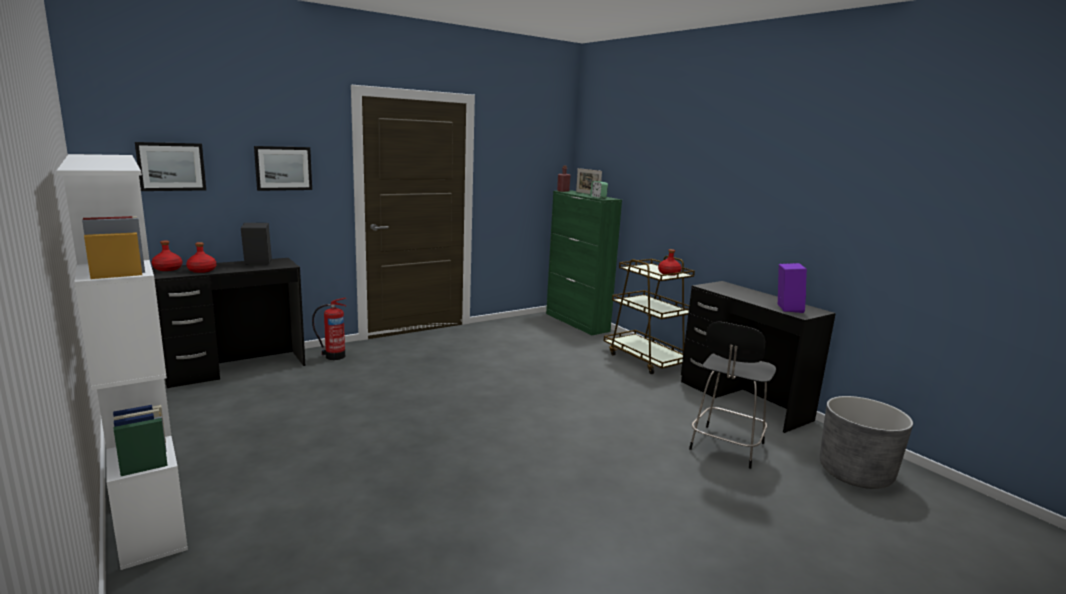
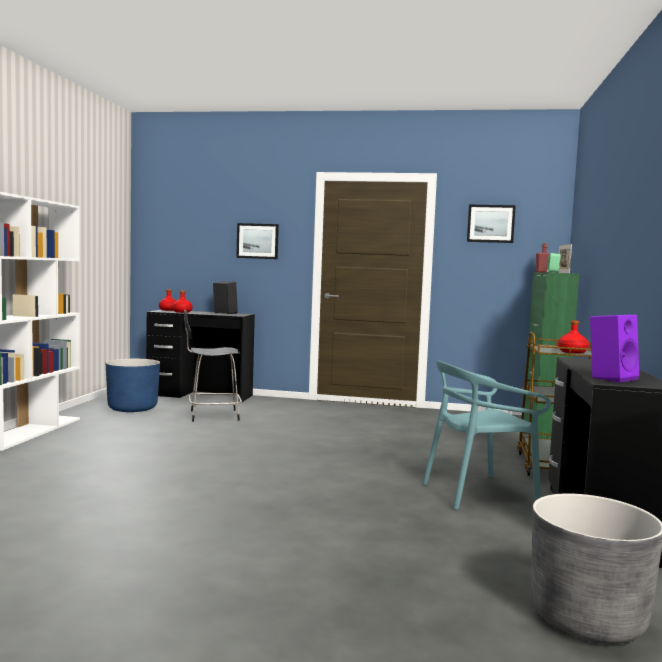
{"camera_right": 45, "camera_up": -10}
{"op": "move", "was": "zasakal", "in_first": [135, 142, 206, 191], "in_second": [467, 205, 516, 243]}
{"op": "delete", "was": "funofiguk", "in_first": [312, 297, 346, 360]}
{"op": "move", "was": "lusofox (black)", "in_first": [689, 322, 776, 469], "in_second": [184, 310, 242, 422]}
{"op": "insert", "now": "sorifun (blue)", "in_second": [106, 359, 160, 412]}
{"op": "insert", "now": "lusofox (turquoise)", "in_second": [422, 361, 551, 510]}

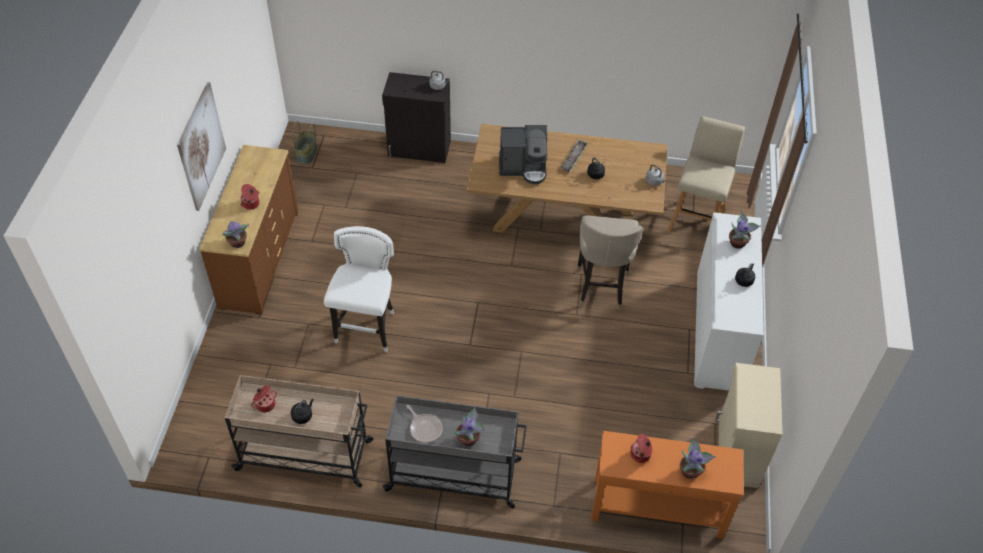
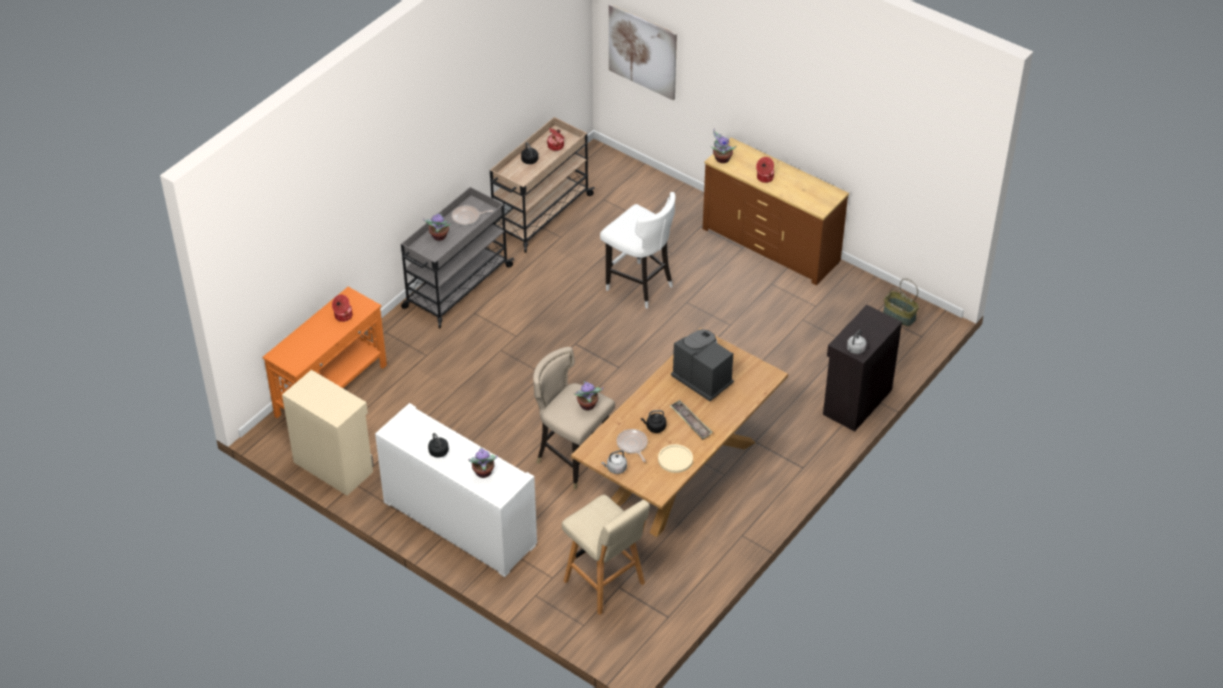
{"camera_right": 120, "camera_up": -5}
{"op": "move", "was": "zasakal", "in_first": [177, 82, 226, 211], "in_second": [609, 4, 677, 100]}
{"op": "rotate", "was": "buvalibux", "in_first": [499, 125, 547, 184], "in_second": [671, 329, 734, 401], "clockwise": 105}
{"op": "move", "was": "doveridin", "in_first": [680, 437, 716, 479], "in_second": [574, 381, 603, 411]}
{"op": "insert", "now": "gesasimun", "in_second": [617, 429, 648, 462]}
{"op": "insert", "now": "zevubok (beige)", "in_second": [658, 444, 693, 473]}

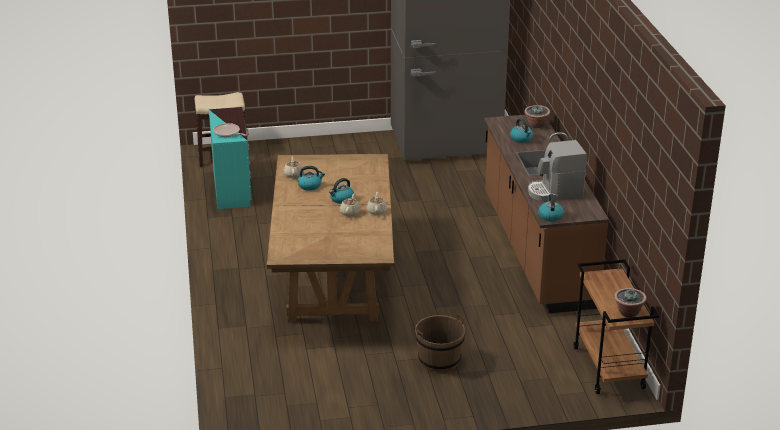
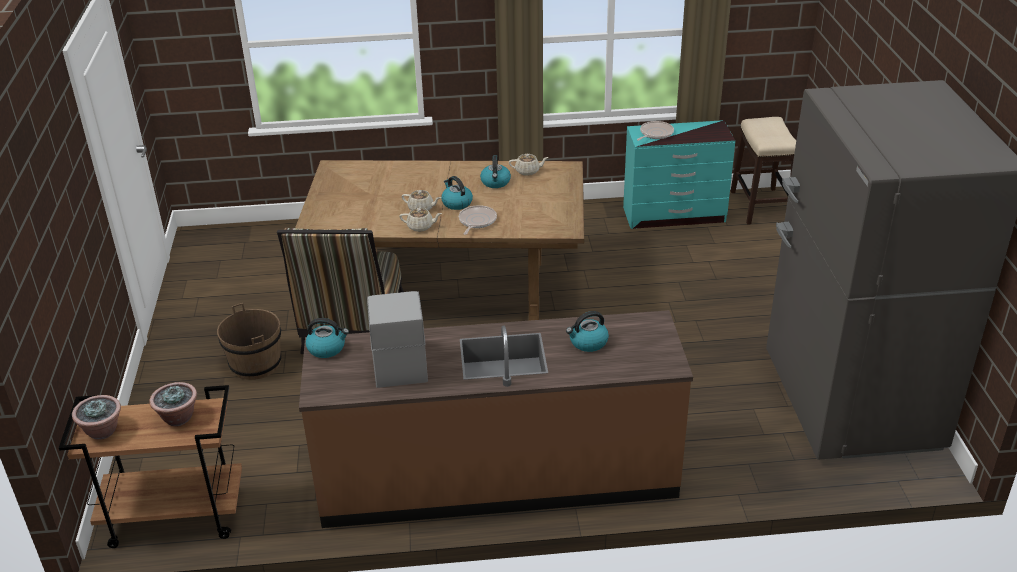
{"camera_right": 95, "camera_up": 5}
{"op": "move", "was": "doveridin", "in_first": [524, 105, 550, 128], "in_second": [149, 382, 197, 426]}
{"op": "insert", "now": "lusofox", "in_second": [277, 228, 404, 354]}
{"op": "insert", "now": "gesasimun", "in_second": [459, 205, 497, 235]}

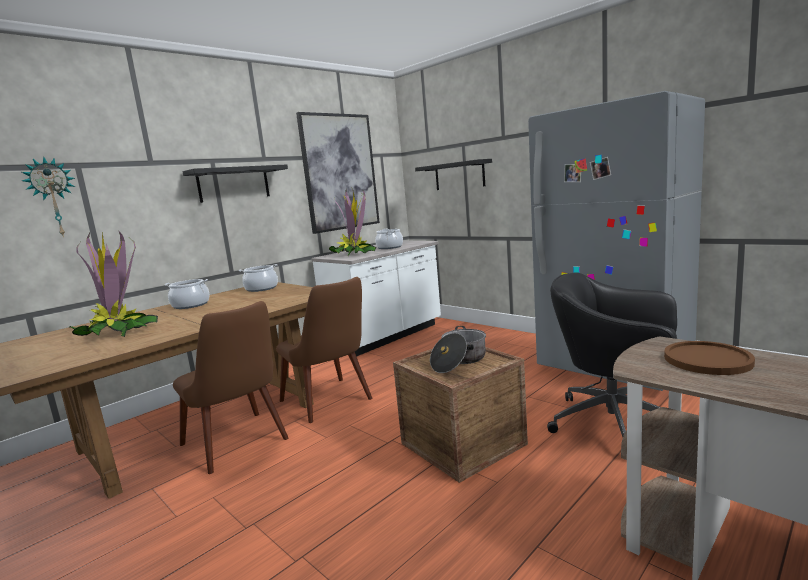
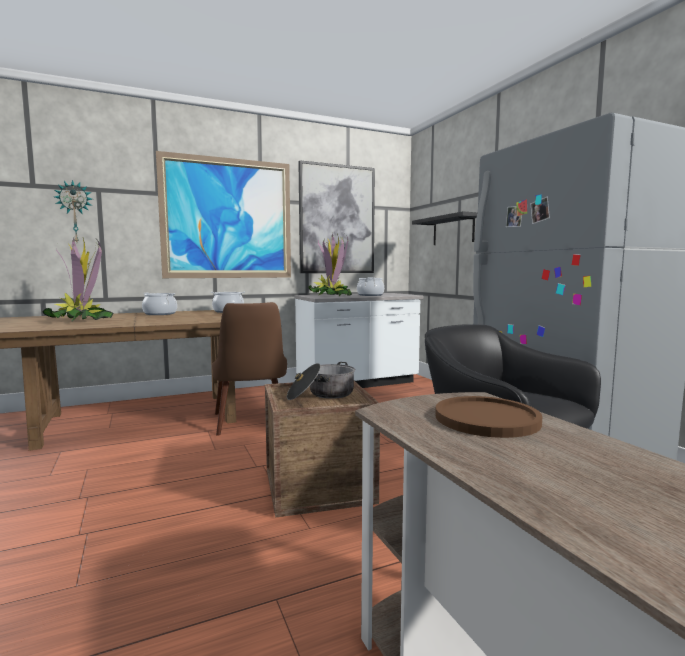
{"camera_right": 20, "camera_up": -5}
{"op": "delete", "was": "lusofox (brown)", "in_first": [173, 301, 289, 474]}
{"op": "replace", "was": "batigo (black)", "now": "zasakal", "in_first": [182, 164, 288, 203], "in_second": [156, 151, 291, 278]}

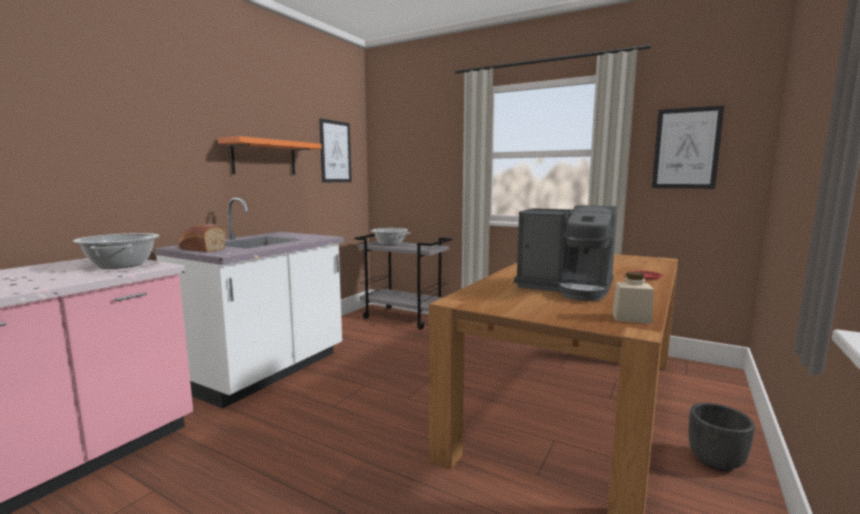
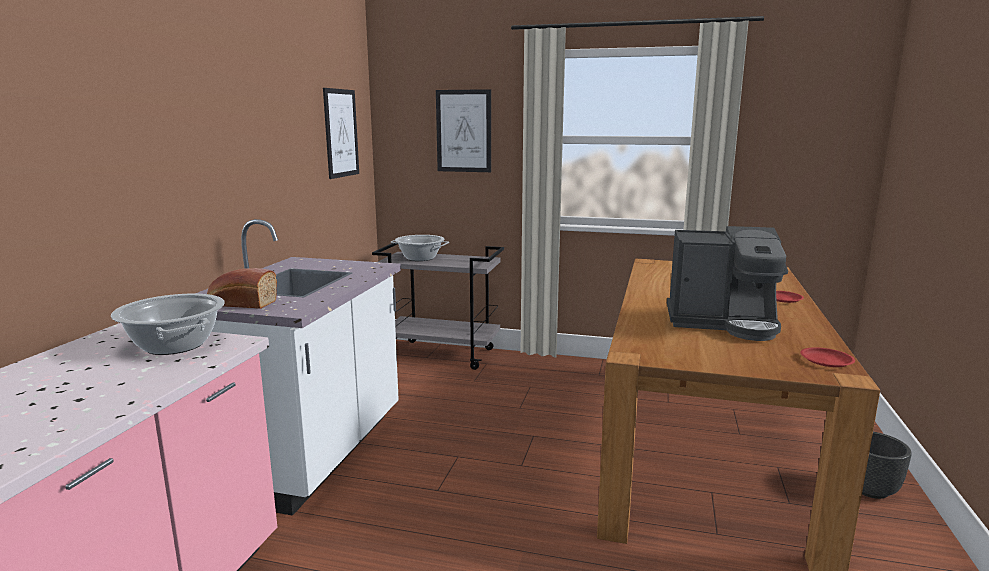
{"camera_right": -15, "camera_up": 5}
{"op": "delete", "was": "batigo (orange)", "in_first": [218, 136, 322, 175]}
{"op": "replace", "was": "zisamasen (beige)", "now": "zevubok (red)", "in_first": [612, 272, 654, 324], "in_second": [800, 347, 855, 367]}
{"op": "move", "was": "zasakal", "in_first": [652, 105, 724, 189], "in_second": [436, 89, 491, 172]}

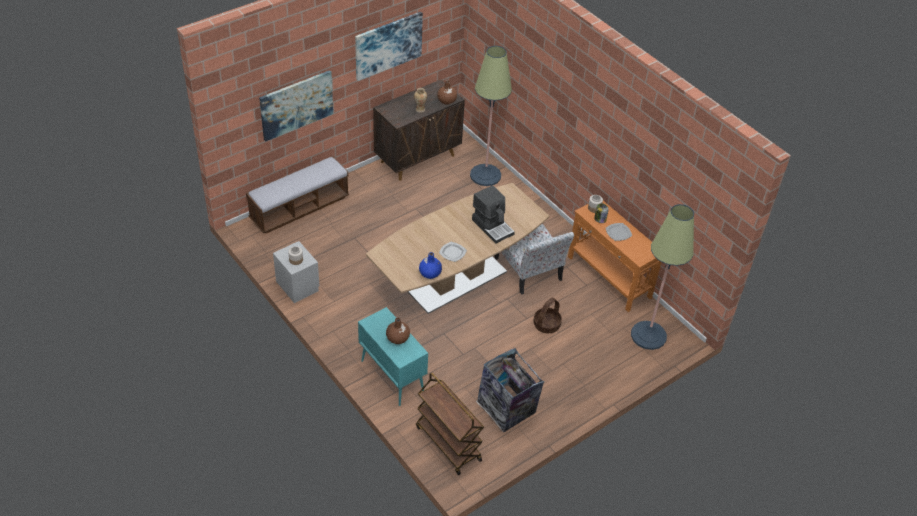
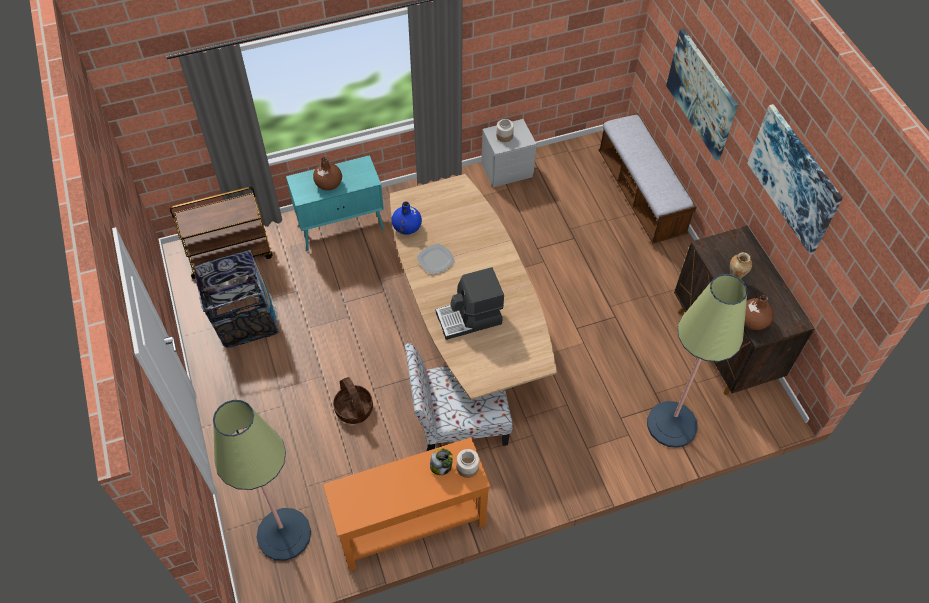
{"camera_right": 110, "camera_up": 10}
{"op": "delete", "was": "zevubok", "in_first": [606, 223, 632, 241]}

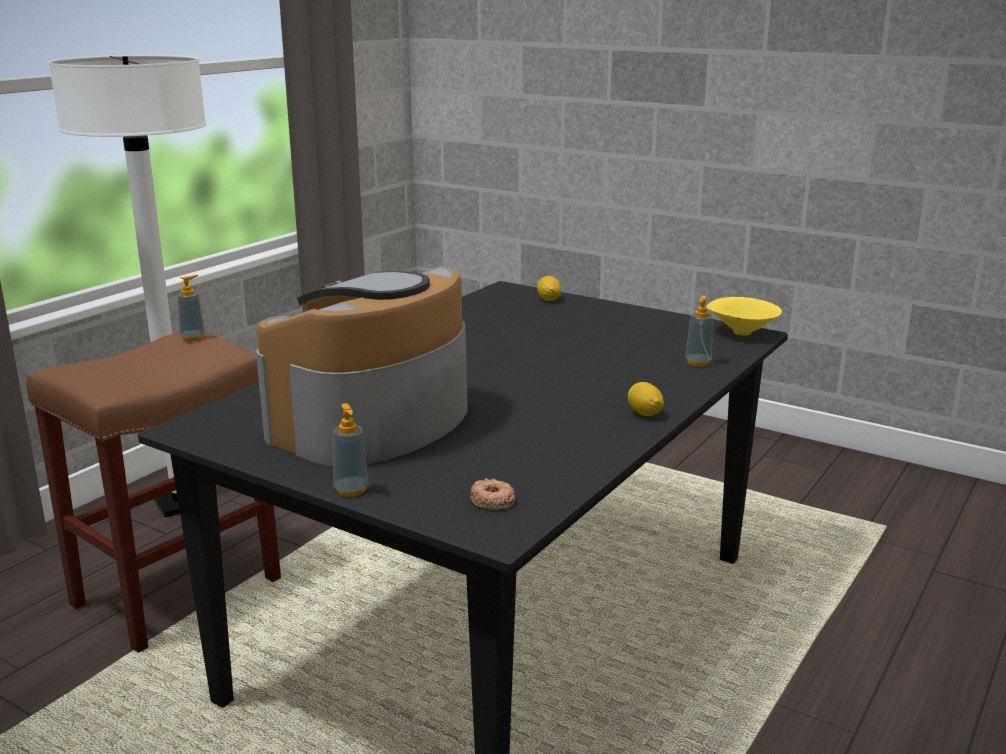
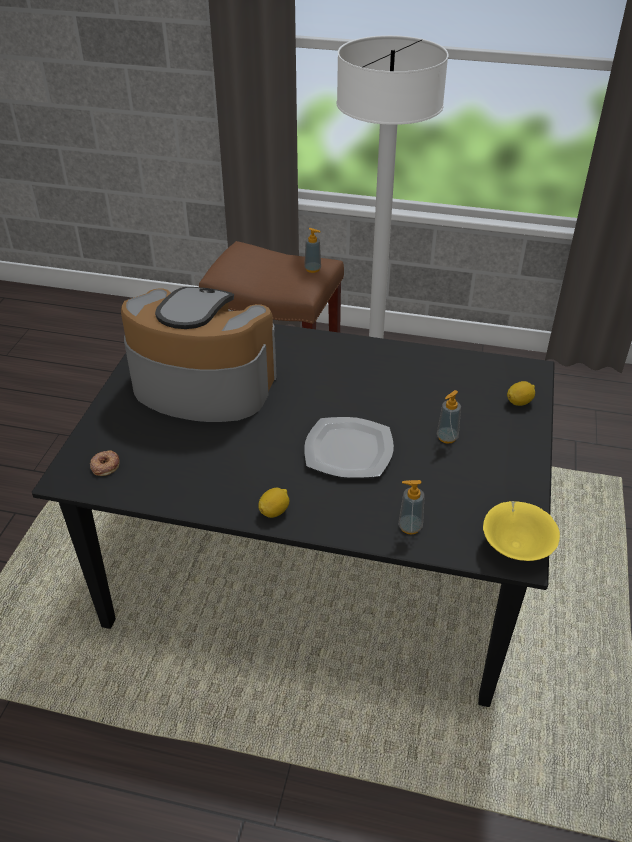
{"camera_right": 70, "camera_up": 20}
{"op": "move", "was": "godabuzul", "in_first": [333, 403, 369, 497], "in_second": [437, 390, 461, 443]}
{"op": "insert", "now": "zevubok", "in_second": [304, 417, 394, 478]}

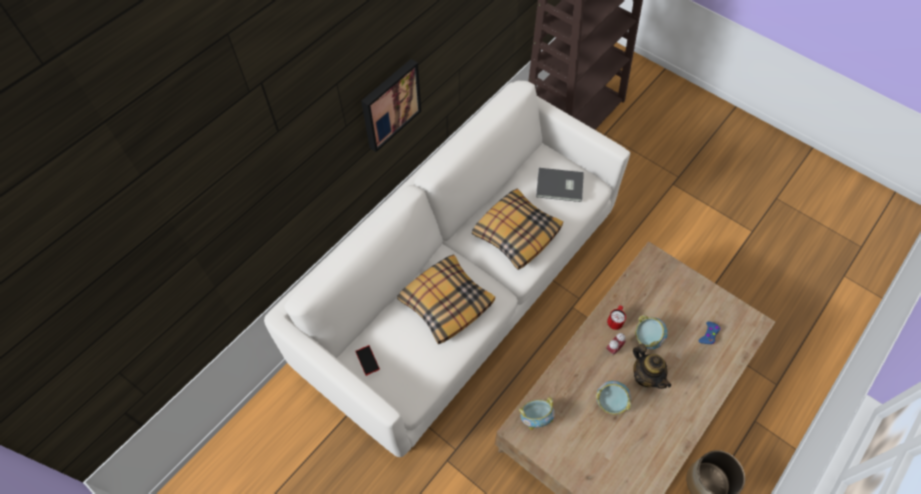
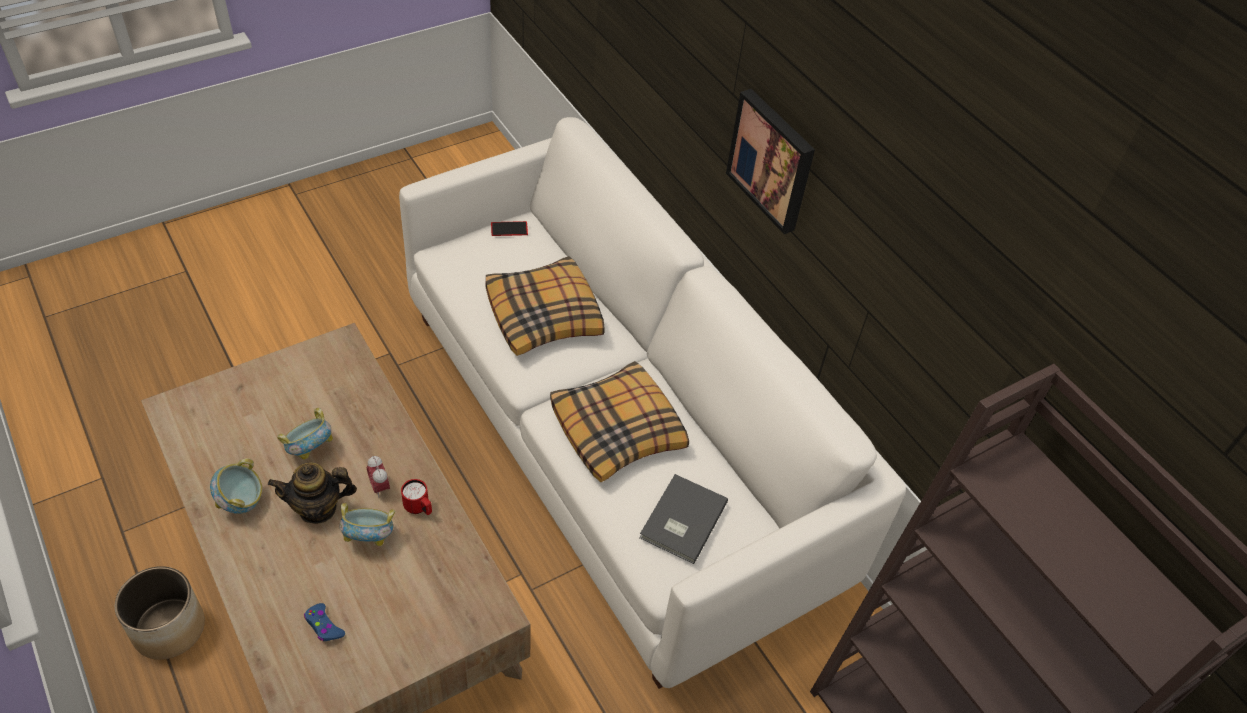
{"camera_right": 105, "camera_up": -10}
{"op": "move", "was": "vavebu", "in_first": [519, 397, 555, 430], "in_second": [210, 458, 262, 514]}

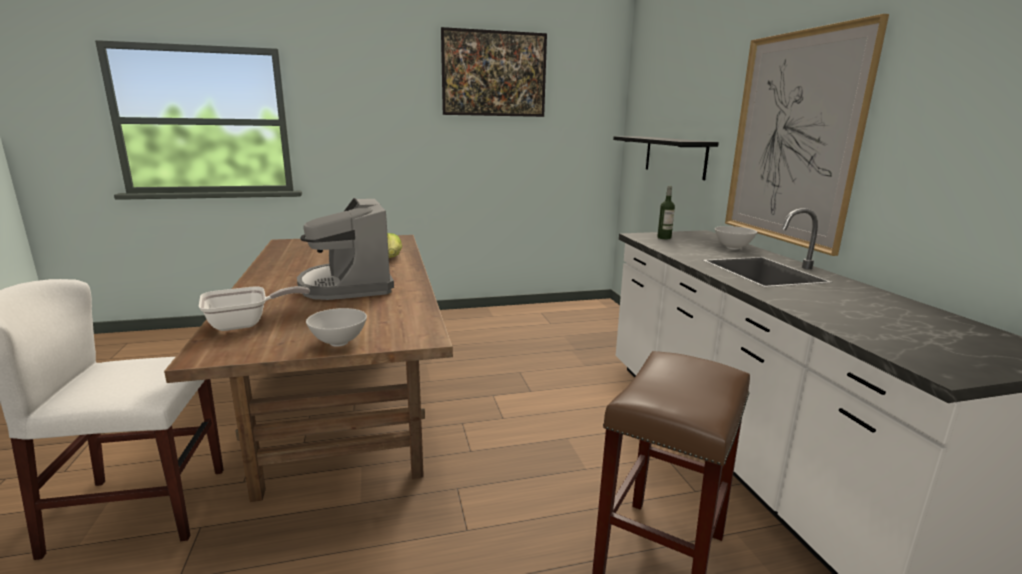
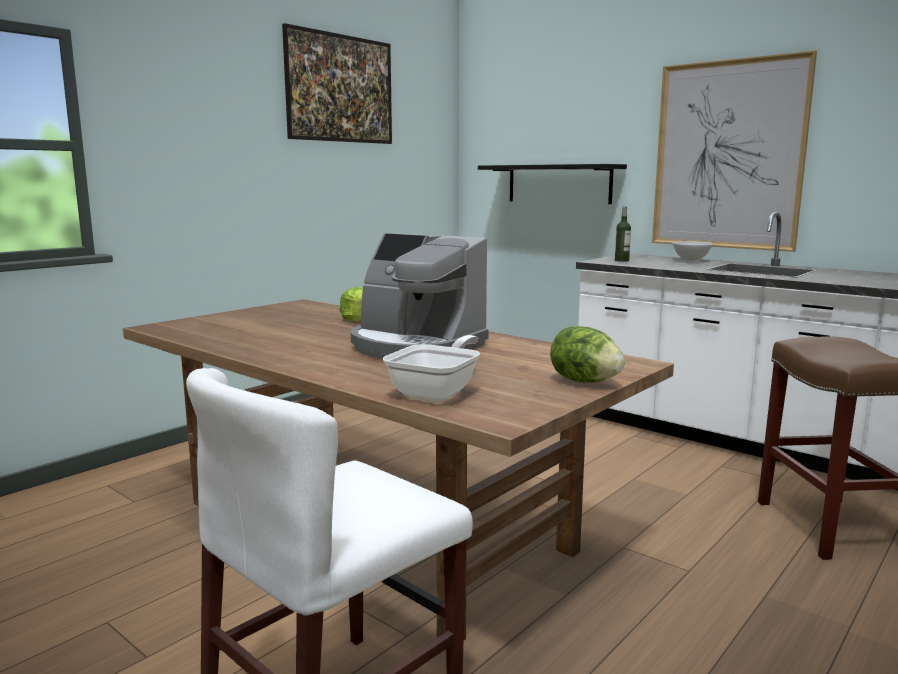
{"camera_right": -35, "camera_up": -5}
{"op": "replace", "was": "vavebu (white)", "now": "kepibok", "in_first": [306, 308, 367, 347], "in_second": [550, 326, 625, 383]}

